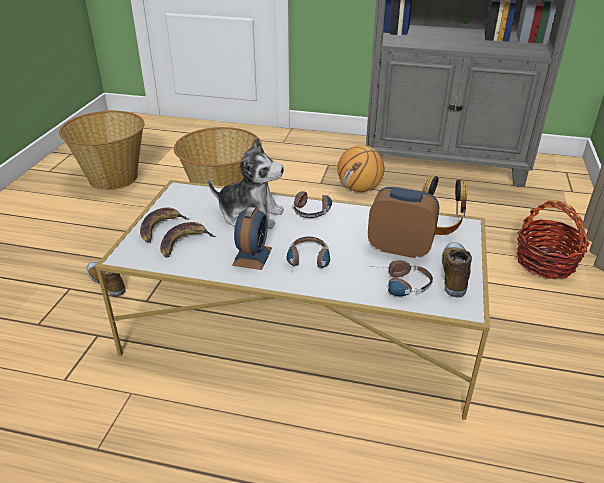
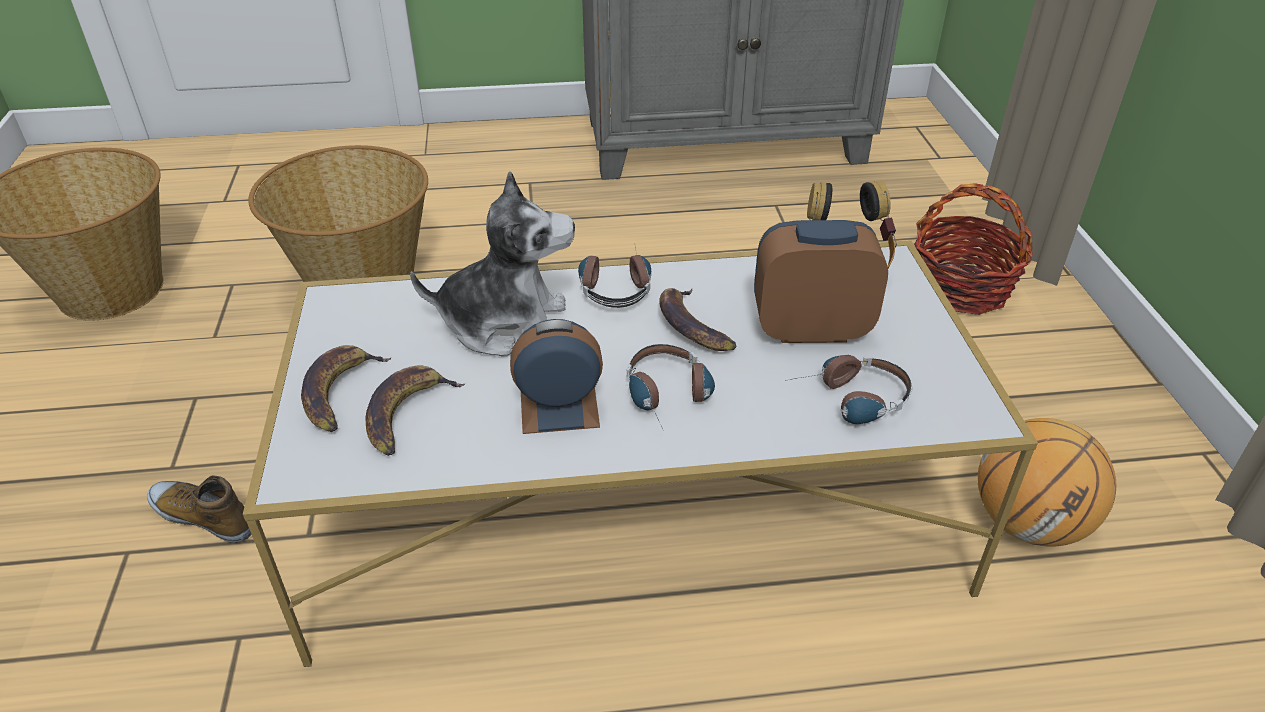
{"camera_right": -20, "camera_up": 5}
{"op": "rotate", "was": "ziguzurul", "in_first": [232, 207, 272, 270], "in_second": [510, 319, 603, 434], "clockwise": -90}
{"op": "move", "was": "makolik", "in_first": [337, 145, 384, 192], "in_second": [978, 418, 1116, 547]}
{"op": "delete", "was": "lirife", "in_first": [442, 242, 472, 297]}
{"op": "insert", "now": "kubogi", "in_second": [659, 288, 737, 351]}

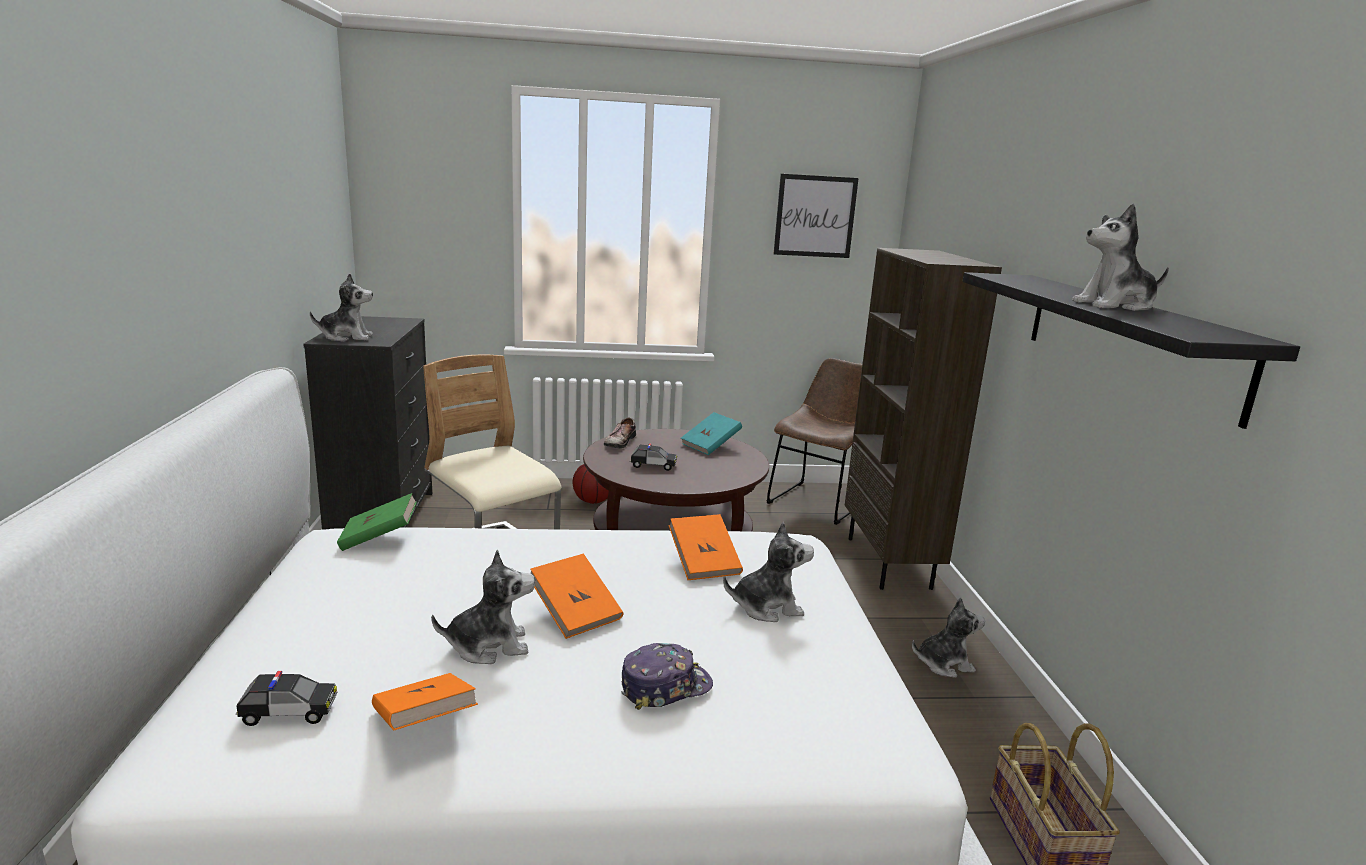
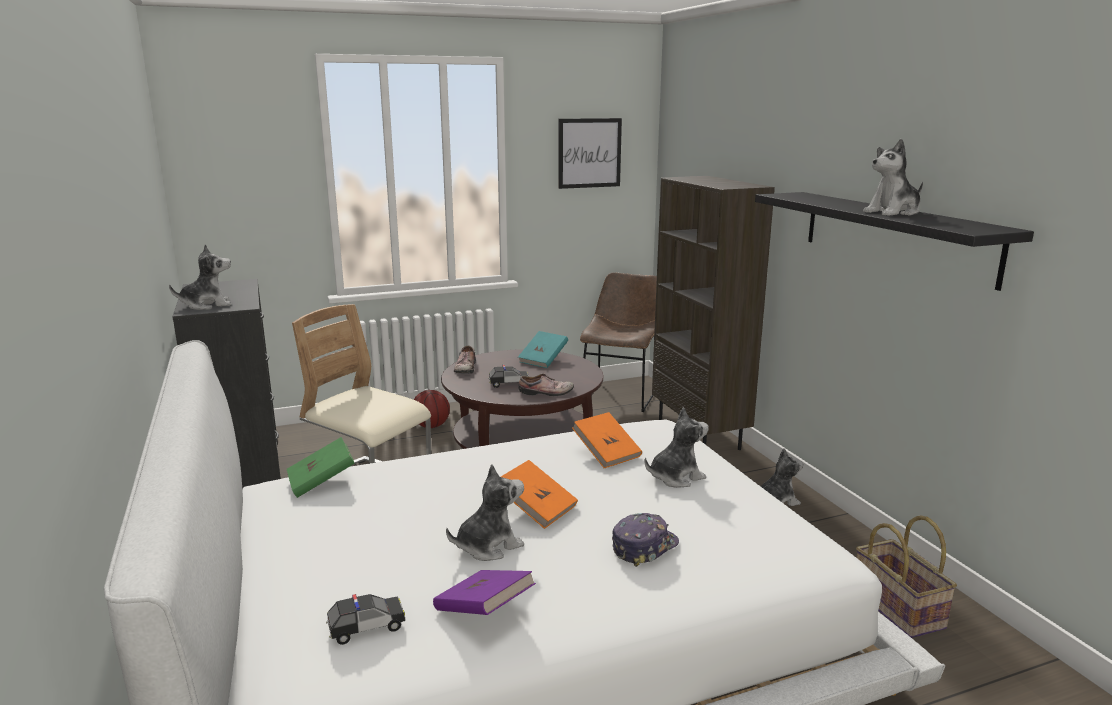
{"camera_right": -15, "camera_up": 0}
{"op": "recolor", "was": "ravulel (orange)", "now": "ravulel (purple)", "in_first": [372, 673, 478, 730], "in_second": [433, 570, 536, 615]}
{"op": "insert", "now": "lirife", "in_second": [518, 373, 574, 396]}

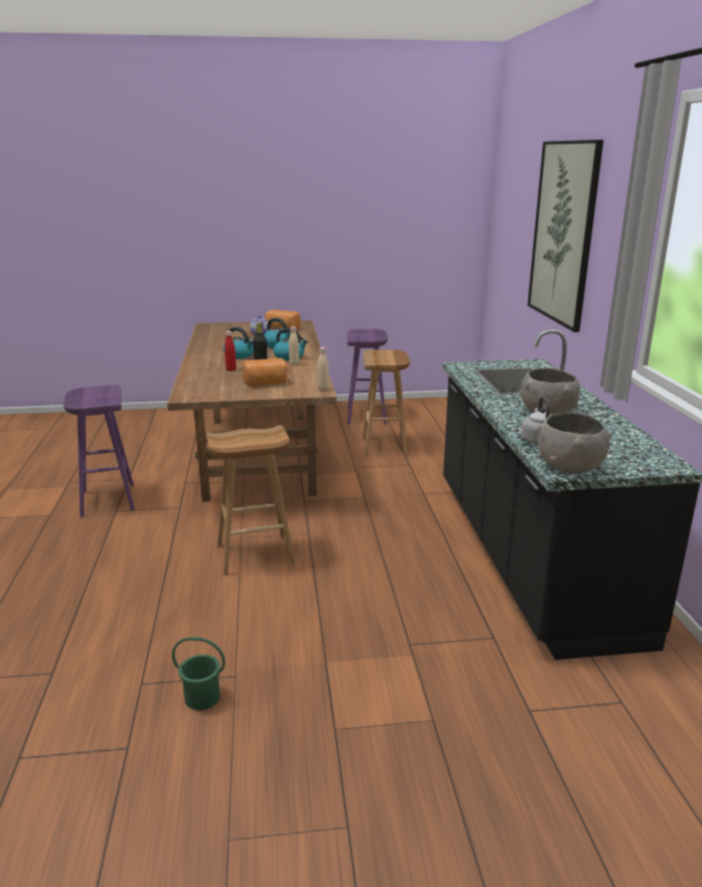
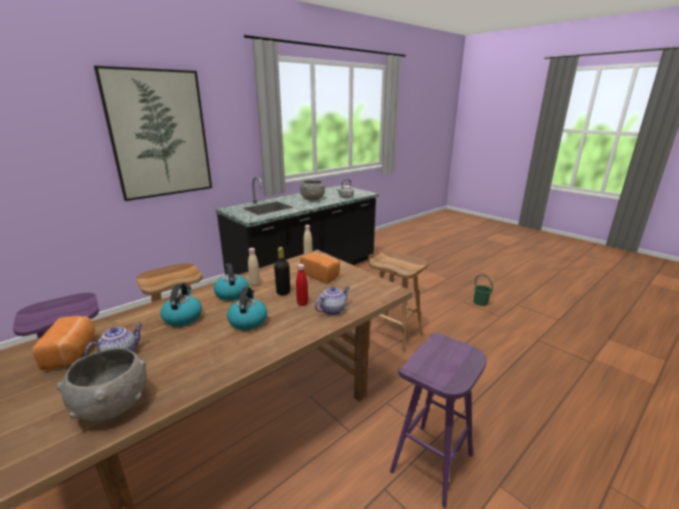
{"camera_right": -125, "camera_up": 0}
{"op": "move", "was": "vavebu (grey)", "in_first": [537, 413, 612, 473], "in_second": [57, 348, 147, 422]}
{"op": "insert", "now": "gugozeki", "in_second": [314, 286, 350, 315]}

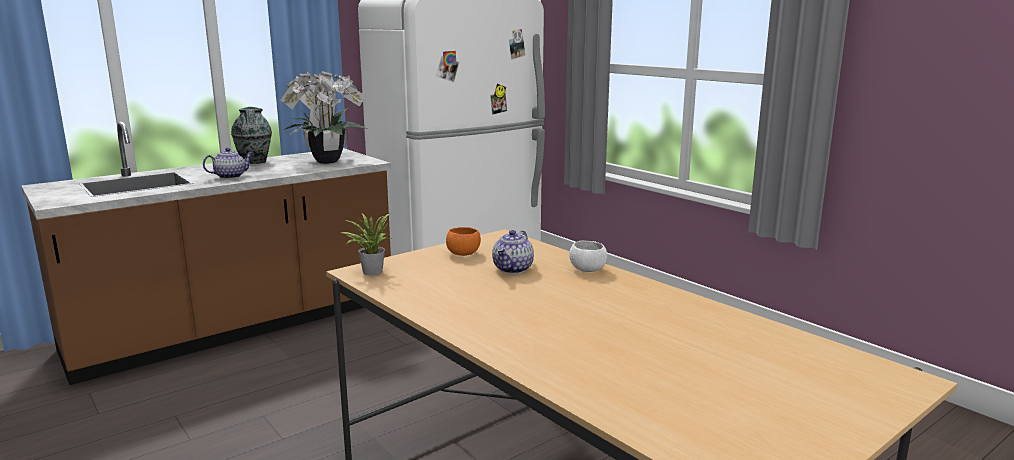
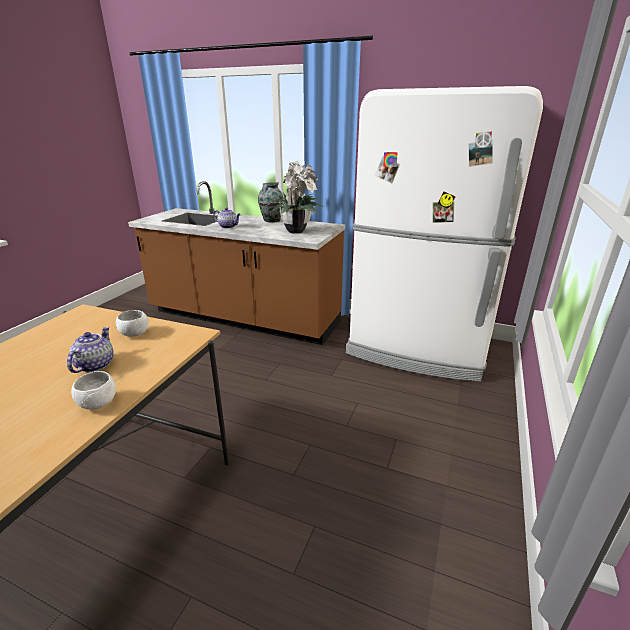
{"camera_right": 60, "camera_up": 10}
{"op": "delete", "was": "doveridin", "in_first": [341, 213, 392, 275]}
{"op": "recolor", "was": "vavebu (orange)", "now": "vavebu (white)", "in_first": [446, 227, 481, 256], "in_second": [116, 310, 149, 337]}
{"op": "rotate", "was": "gugozeki", "in_first": [492, 230, 534, 274], "in_second": [67, 327, 114, 373], "clockwise": 105}

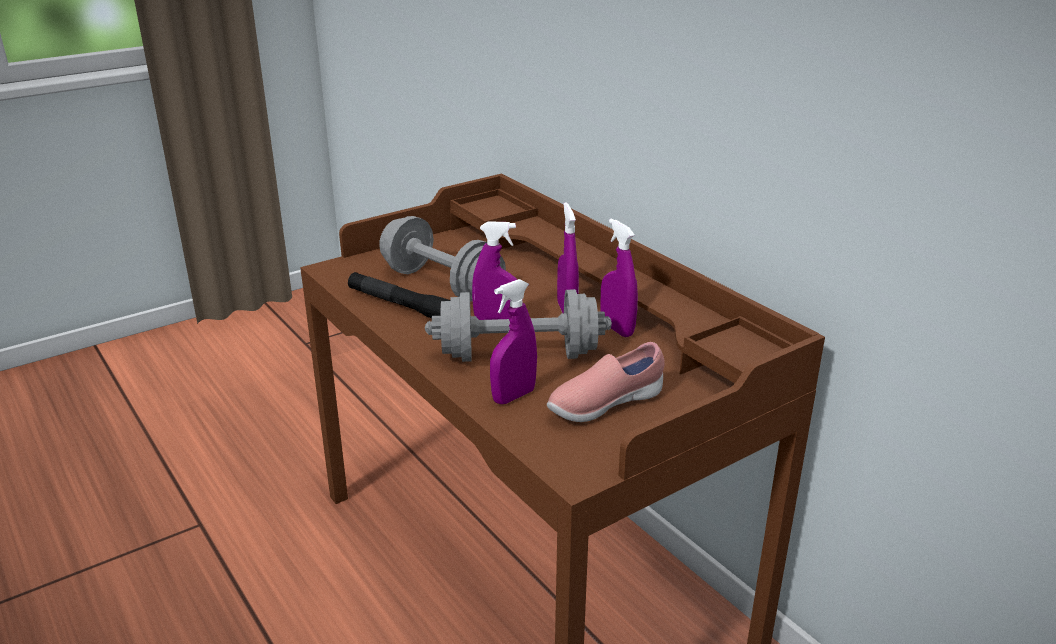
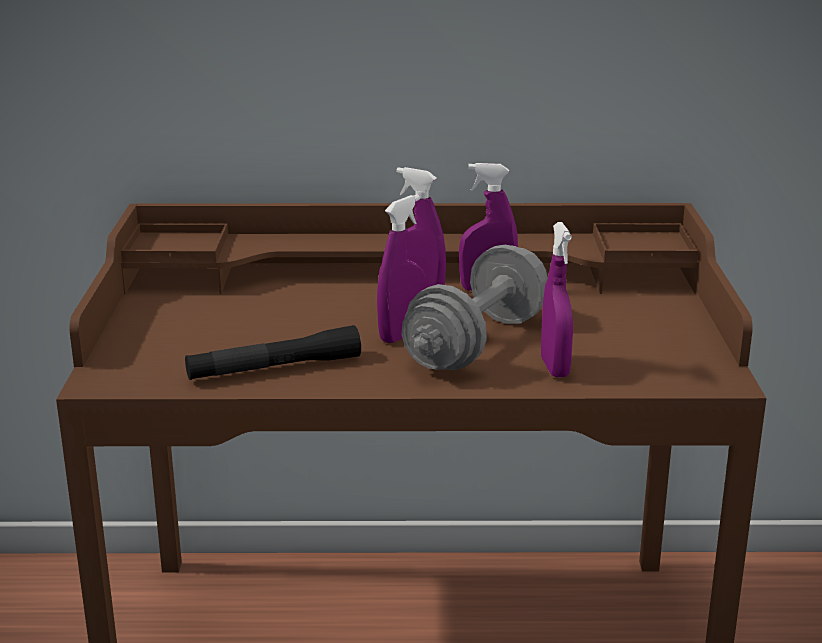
{"camera_right": -55, "camera_up": -5}
{"op": "delete", "was": "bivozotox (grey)", "in_first": [379, 216, 506, 301]}
{"op": "delete", "was": "lirife (pink)", "in_first": [547, 342, 665, 422]}

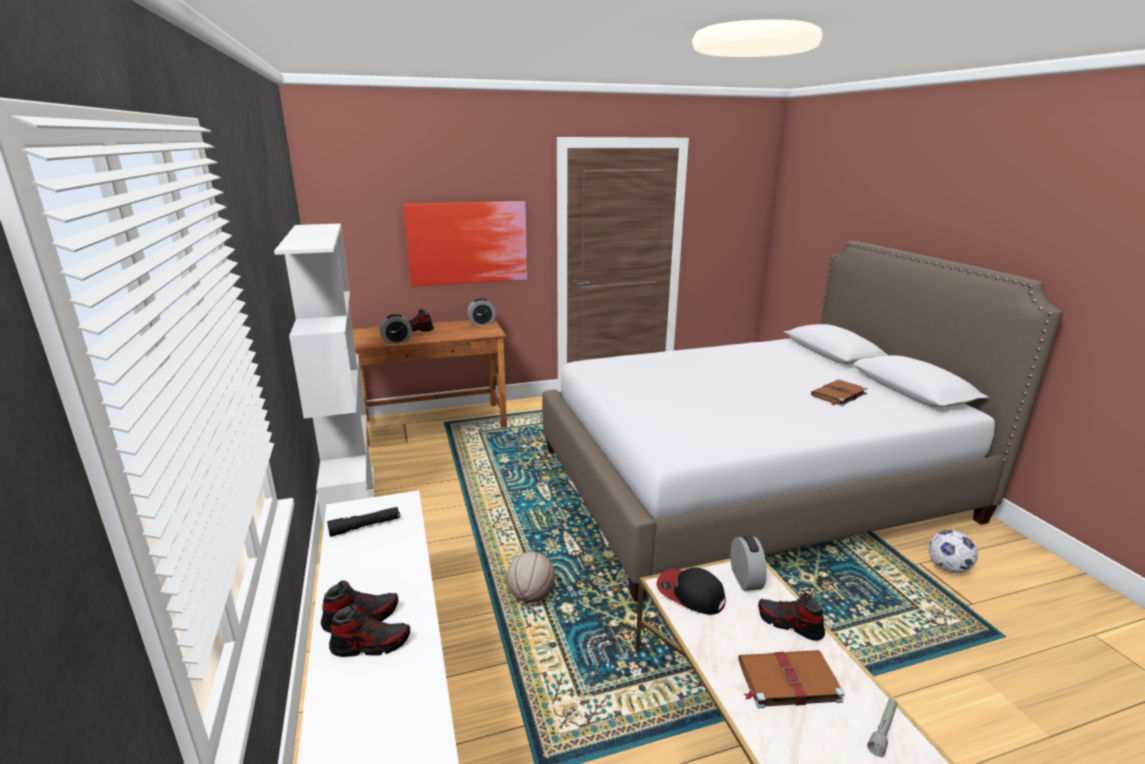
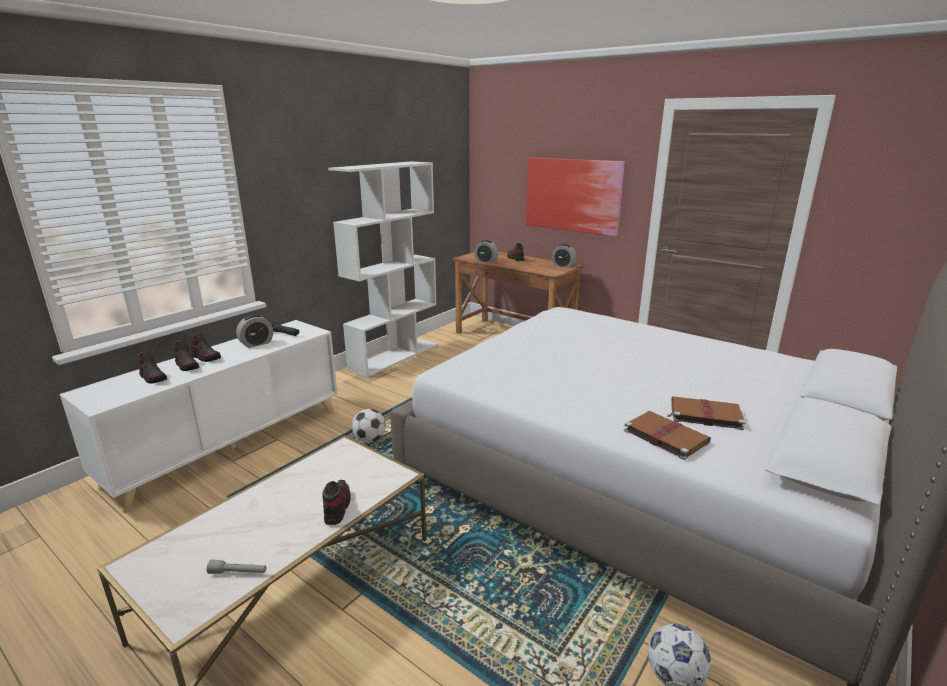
{"camera_right": 55, "camera_up": 0}
{"op": "replace", "was": "makolik", "now": "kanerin", "in_first": [506, 552, 555, 603], "in_second": [352, 409, 386, 443]}
{"op": "delete", "was": "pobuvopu", "in_first": [656, 567, 726, 615]}
{"op": "move", "was": "ziguzurul", "in_first": [730, 535, 767, 591], "in_second": [236, 314, 273, 348]}
{"op": "move", "was": "ravulel (brown)", "in_first": [738, 650, 845, 708], "in_second": [623, 411, 711, 460]}
{"op": "insert", "now": "lirife", "in_second": [137, 350, 167, 384]}

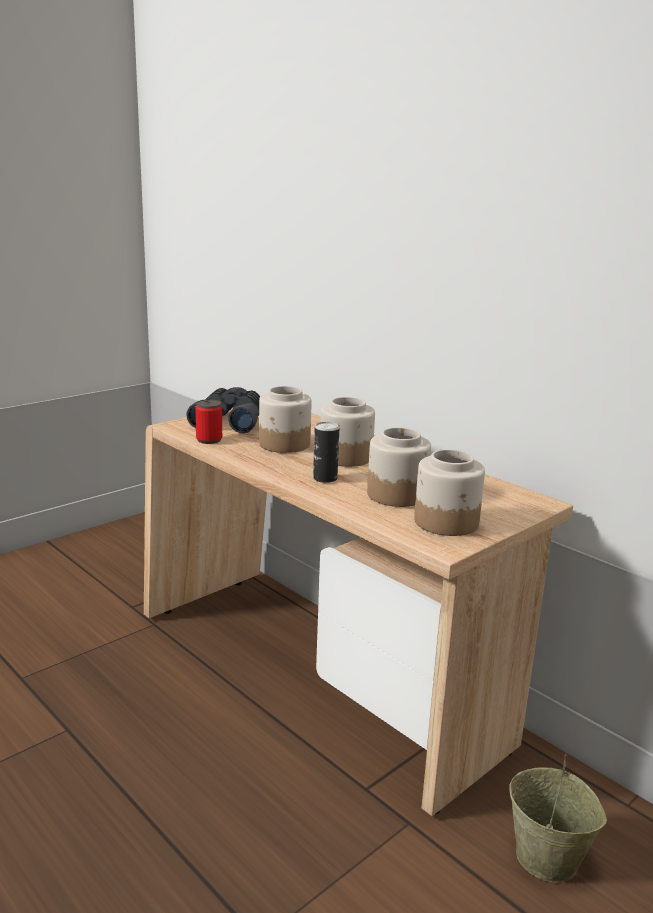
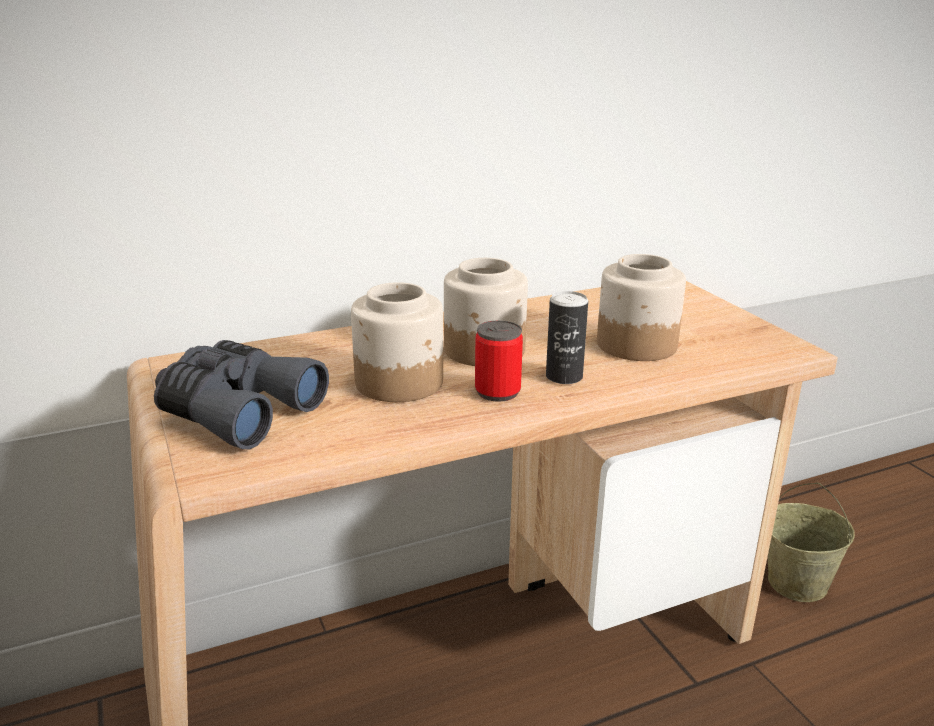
{"camera_right": -70, "camera_up": 5}
{"op": "move", "was": "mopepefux", "in_first": [195, 399, 222, 444], "in_second": [475, 320, 523, 402]}
{"op": "delete", "was": "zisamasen", "in_first": [414, 449, 485, 536]}

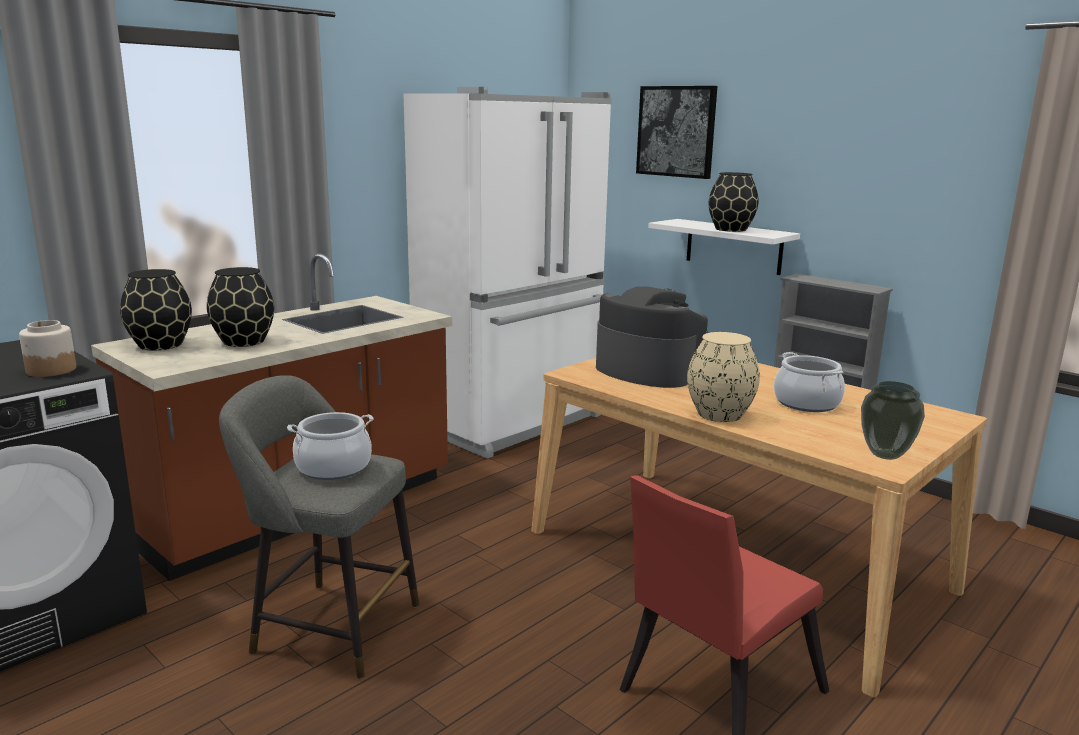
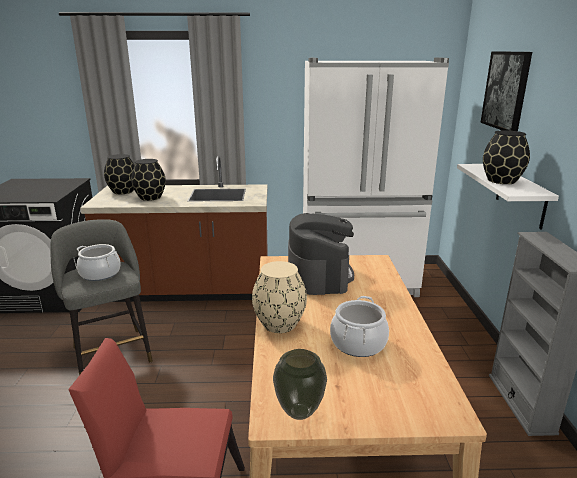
{"camera_right": 45, "camera_up": 5}
{"op": "delete", "was": "zisamasen", "in_first": [19, 320, 76, 377]}

